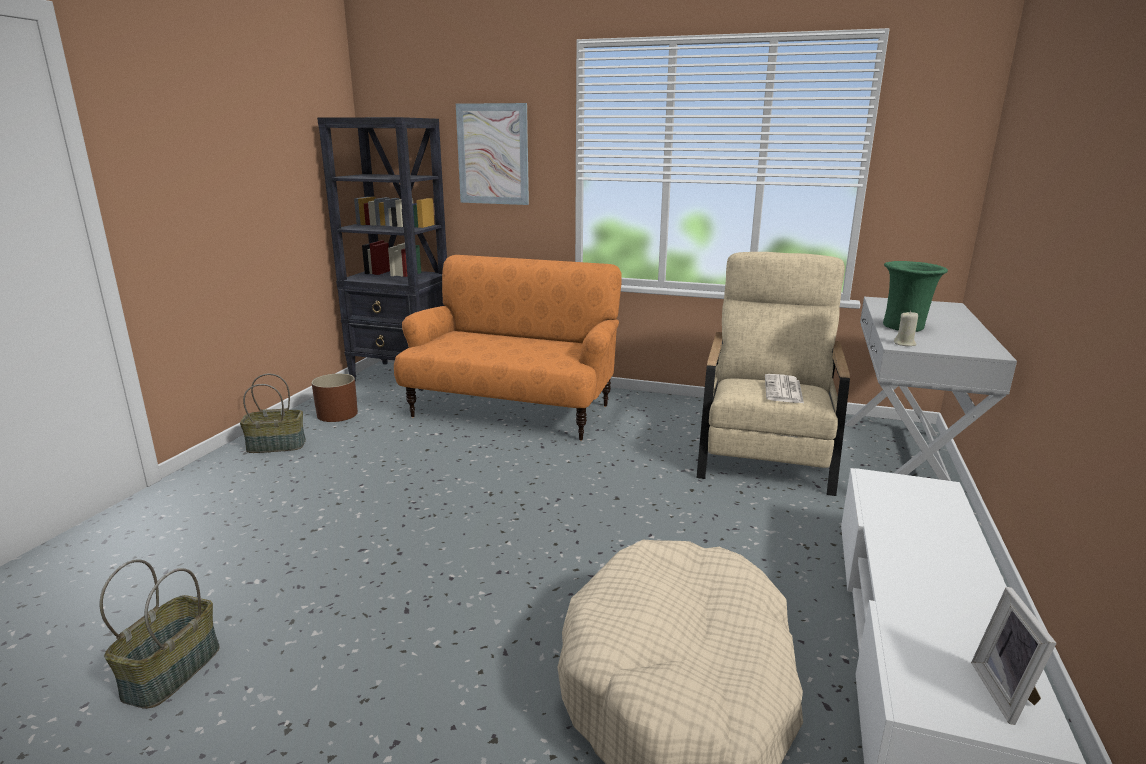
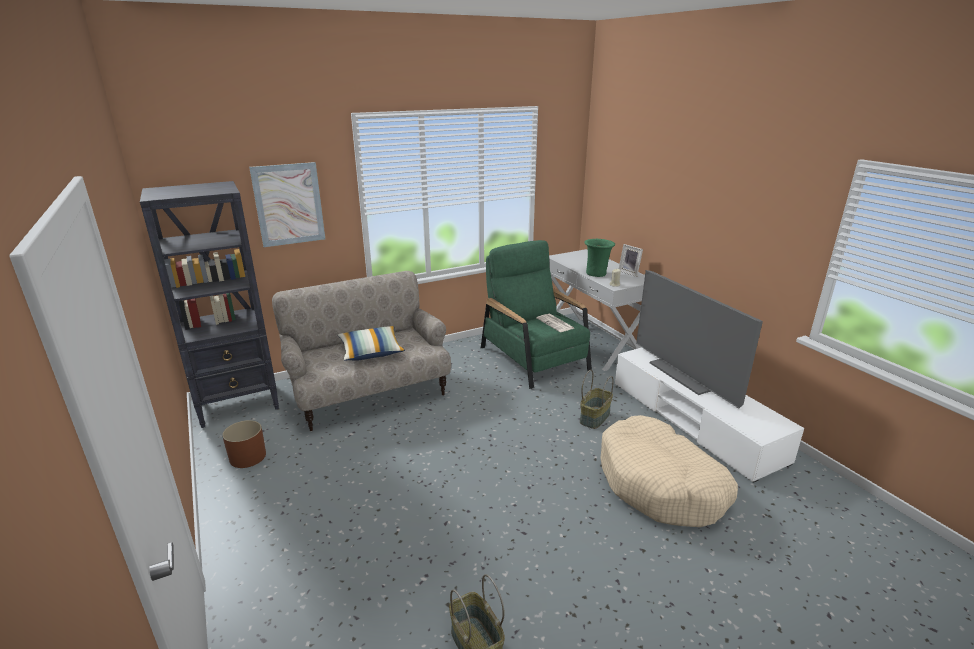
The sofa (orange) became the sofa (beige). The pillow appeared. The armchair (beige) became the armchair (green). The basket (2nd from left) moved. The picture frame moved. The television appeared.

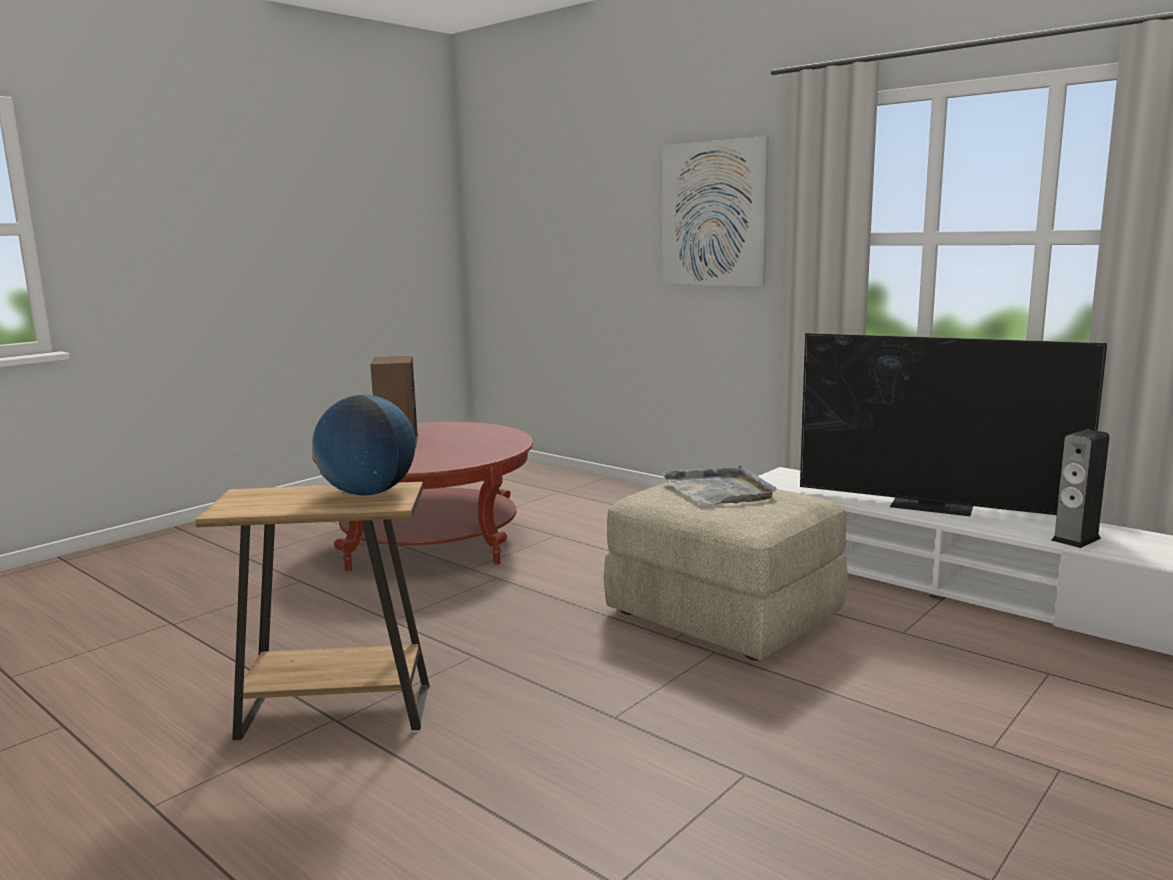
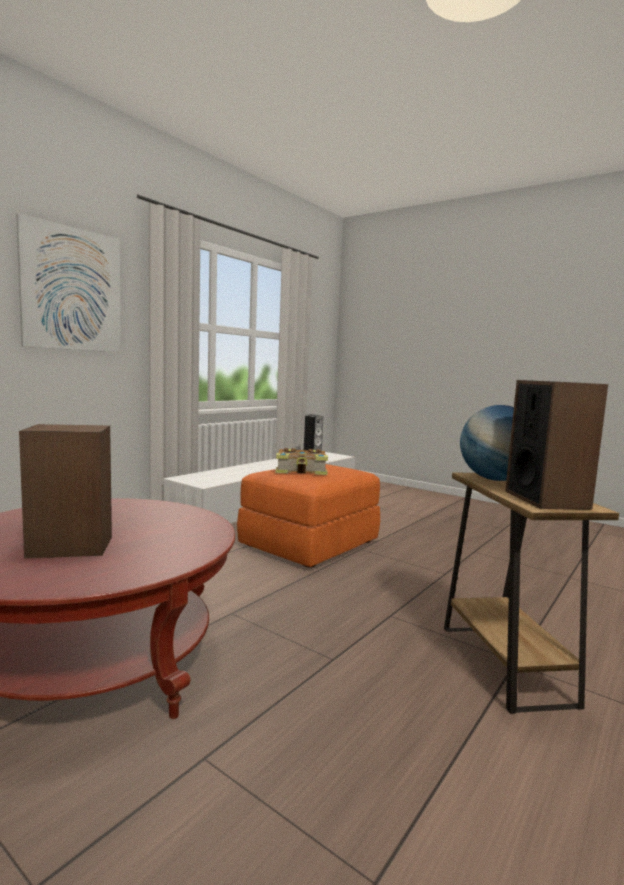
The ottoman (beige) became the ottoman (orange). The tray (grey) was replaced by the book. The speaker (3rd from left) appeared. The television disappeared.

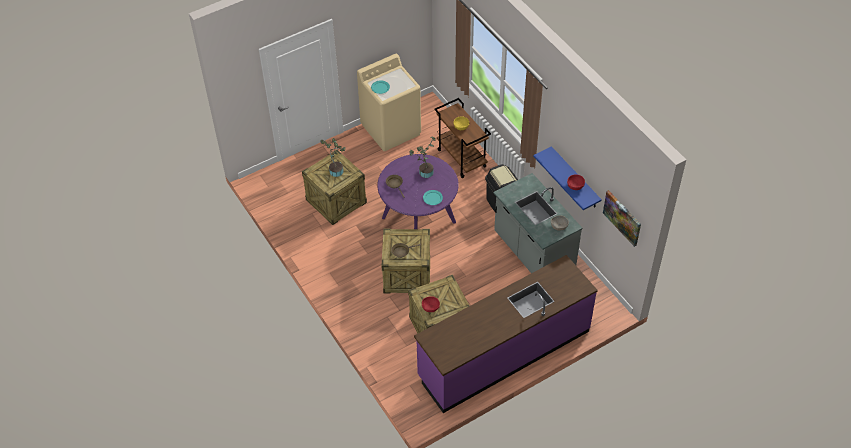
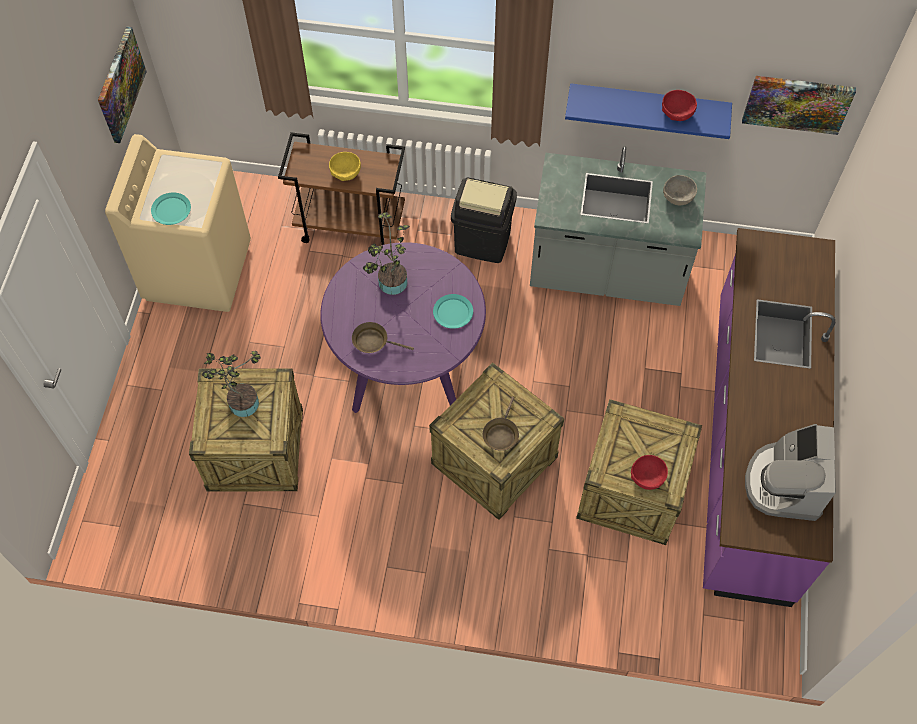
The picture (1st from left) appeared. The coffee machine appeared.

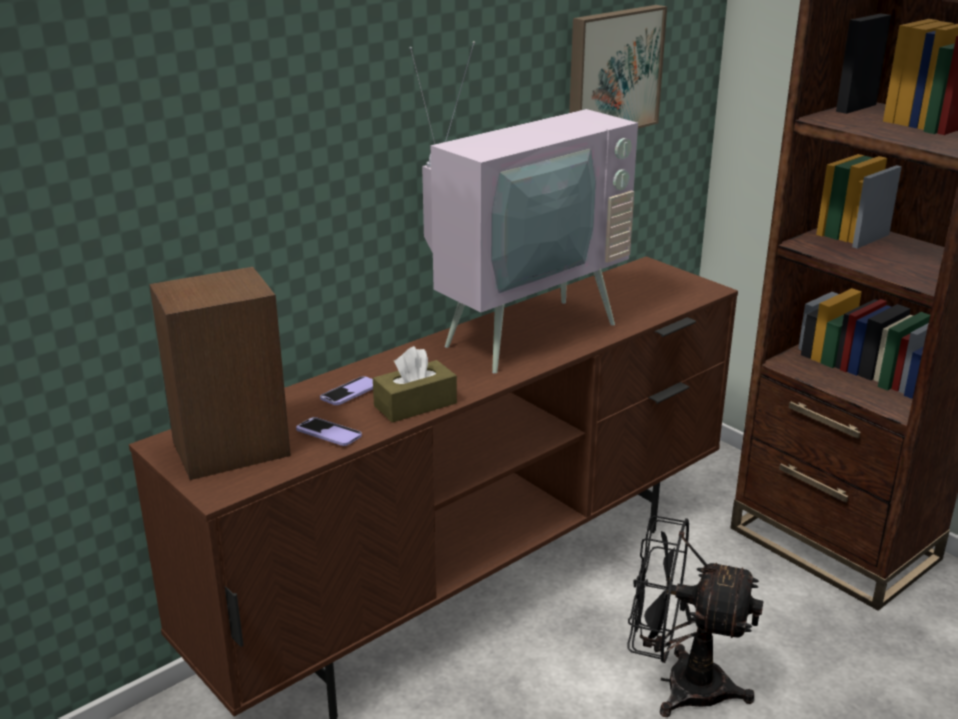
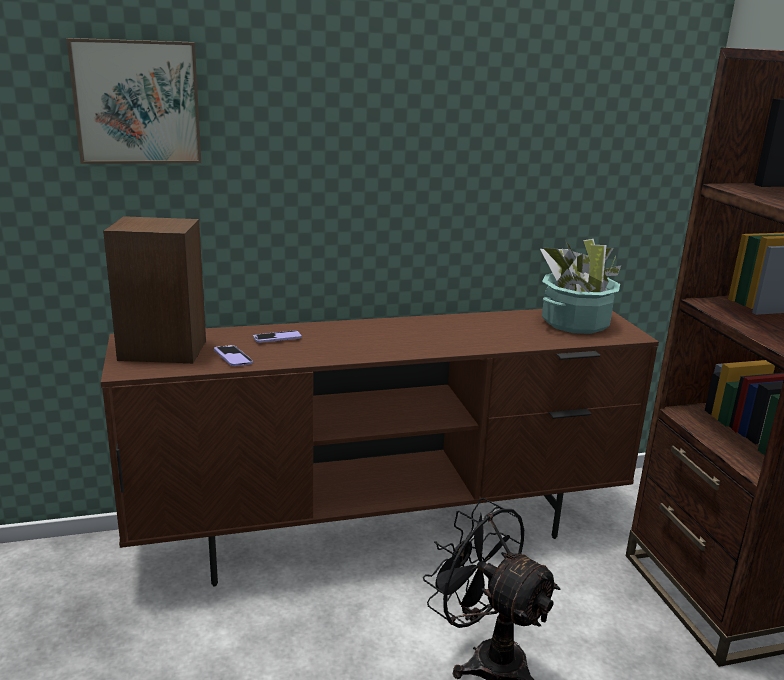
The picture moved. The potted plant appeared. The tissue box (brown) disappeared. The television disappeared.

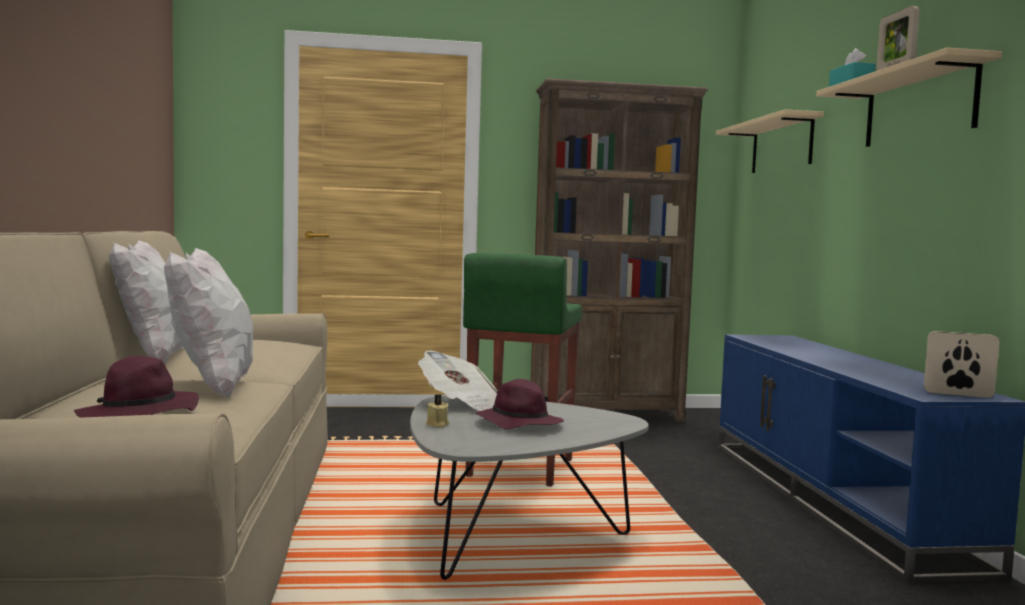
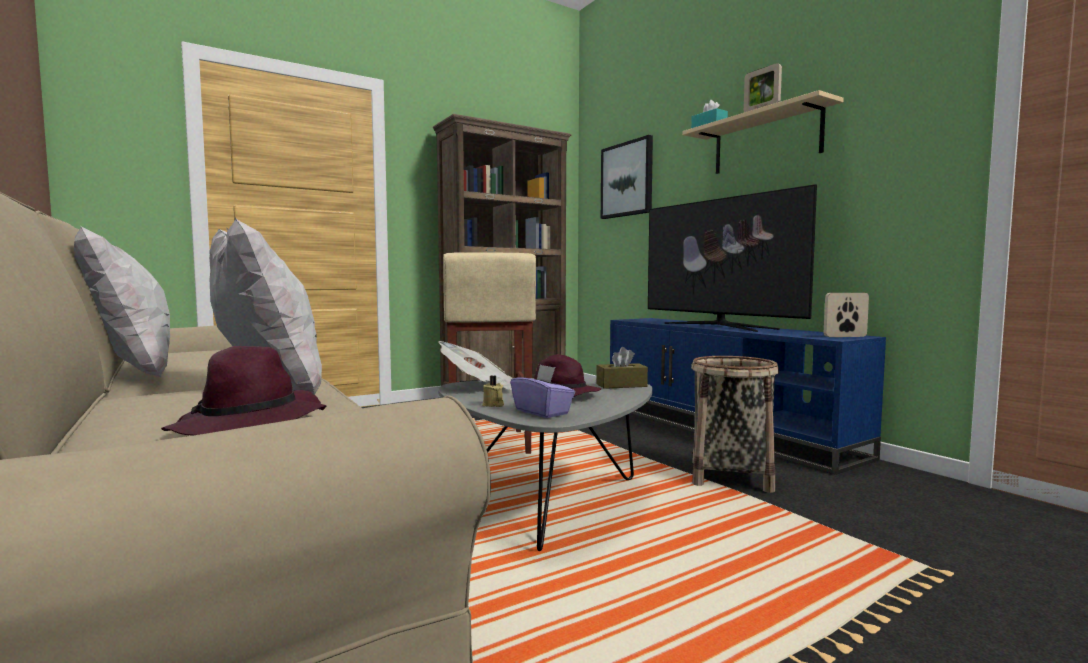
The stool (green) became the stool (beige). The tissue box (purple) appeared. The tissue box (brown) appeared. The shelf (beige) (1st from left) was replaced by the picture. The television appeared. The basket appeared.

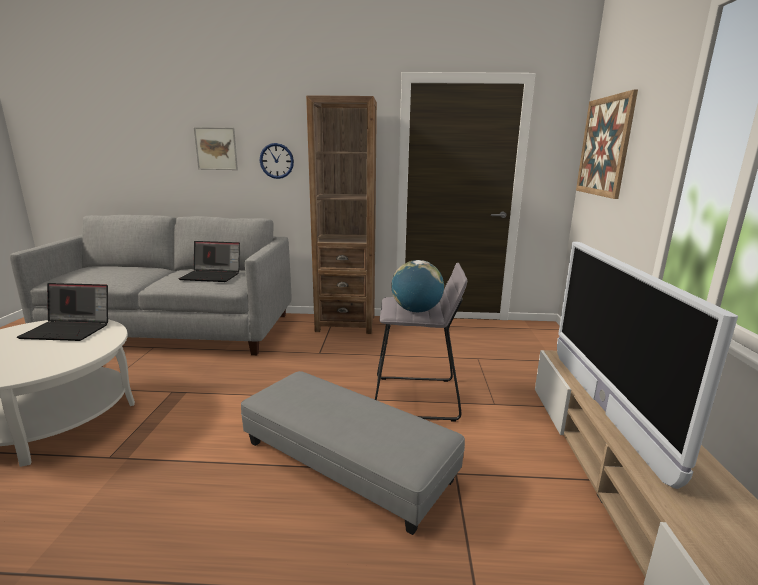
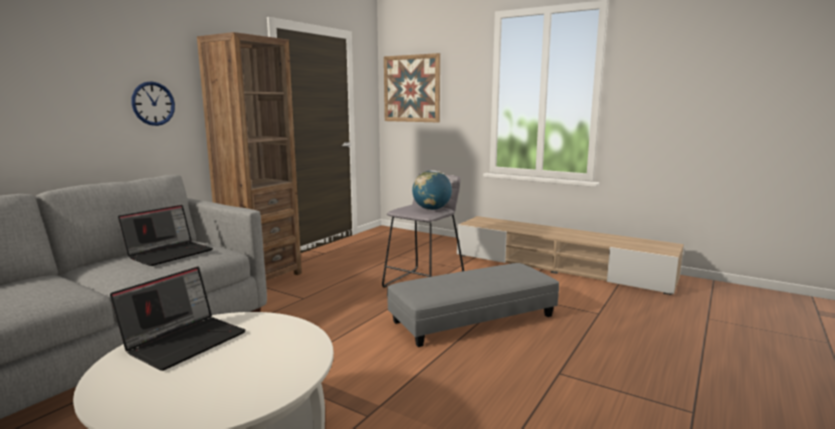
The picture (1st from left) disappeared. The television disappeared.

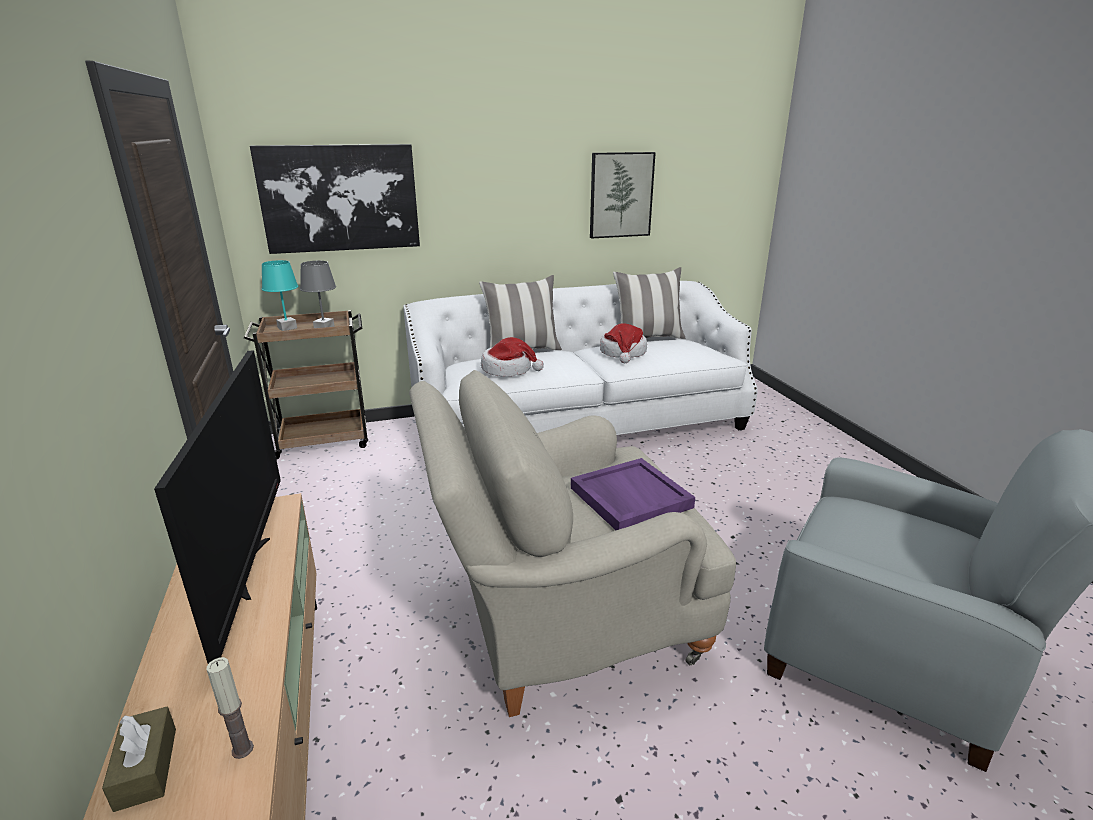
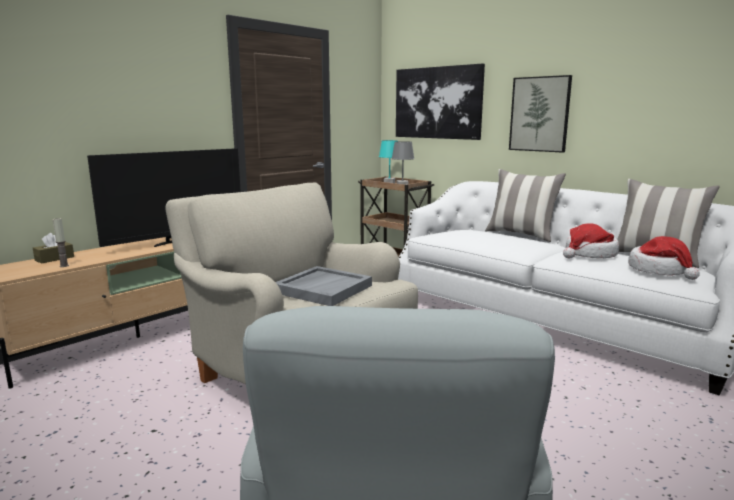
The tray (purple) became the tray (grey). The picture (2nd from left) moved. The hat (1st from left in the first image) moved.

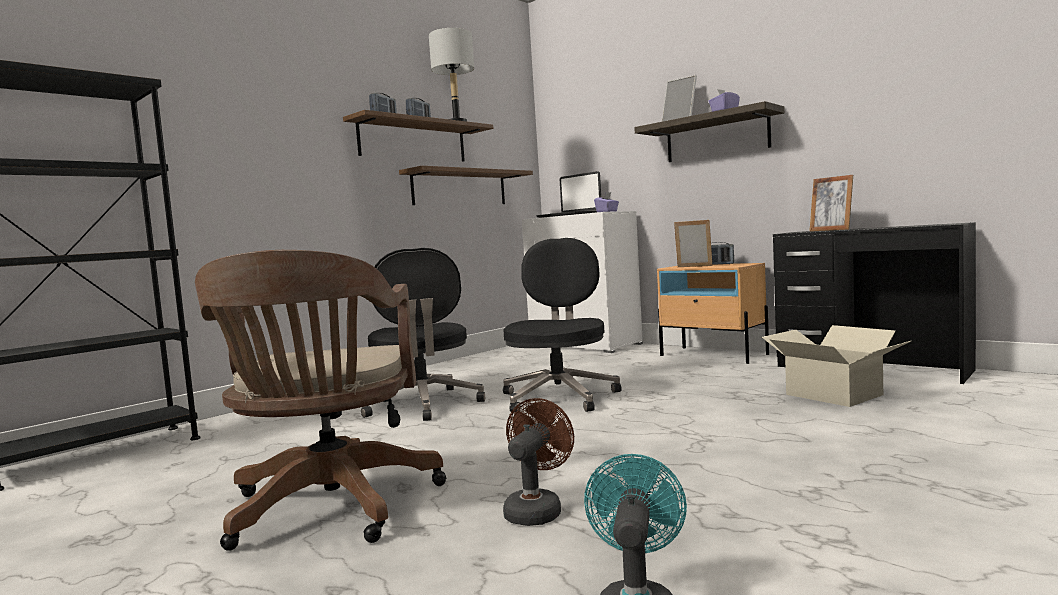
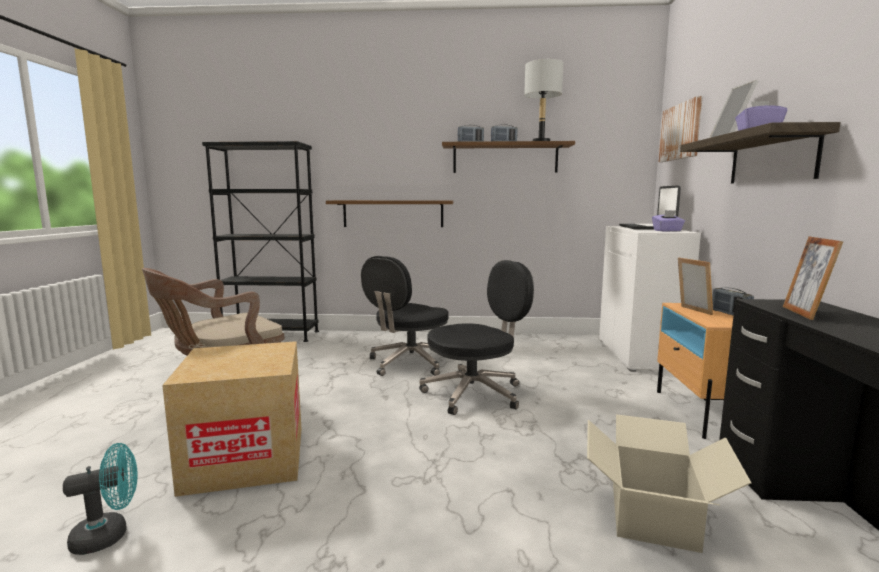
The fan (brown) was replaced by the cardboard box (1st from left). The shelf (2nd from left in the first image) moved. The picture appeared.

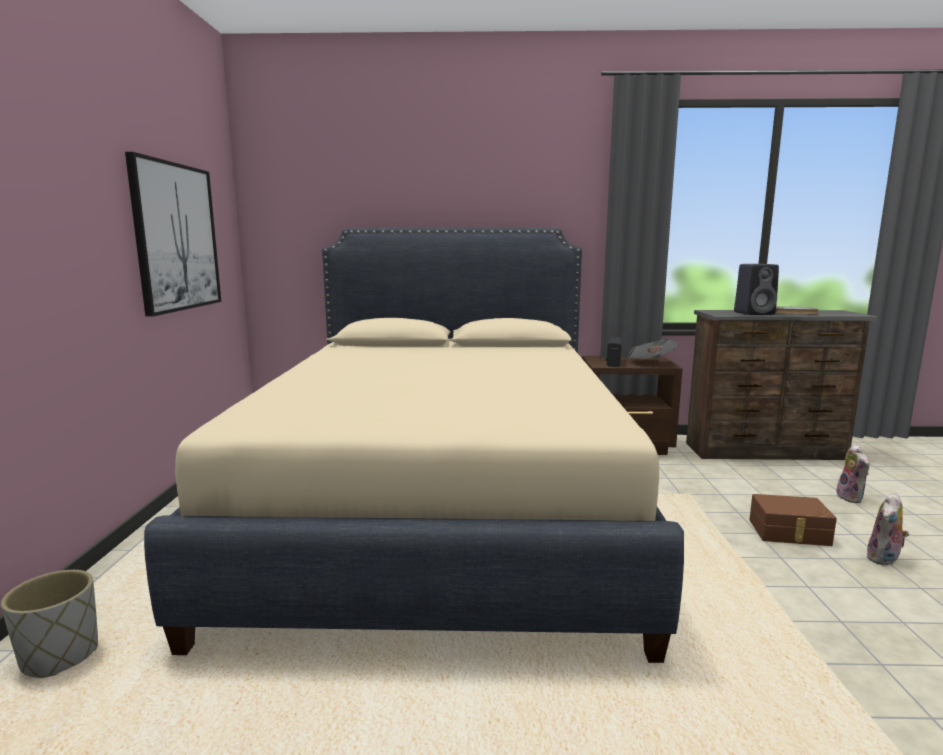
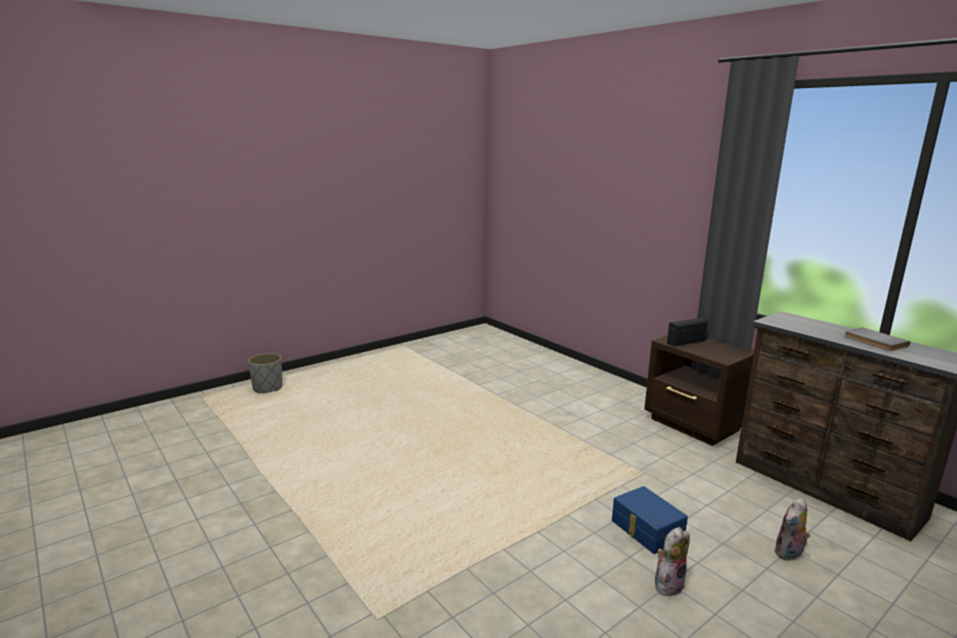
The storage box (brown) became the storage box (blue). The plush toy (2nd from left in the first image) turned 135 degrees clockwise. The picture disappeared. The bed (beige) disappeared. The newspaper disappeared. The speaker (black) disappeared.

